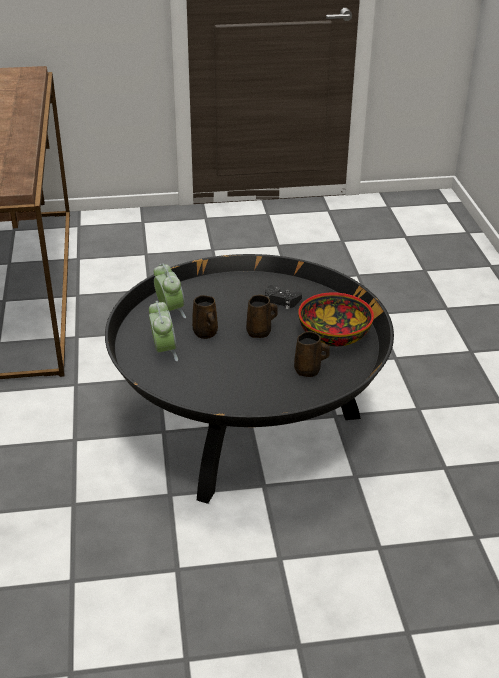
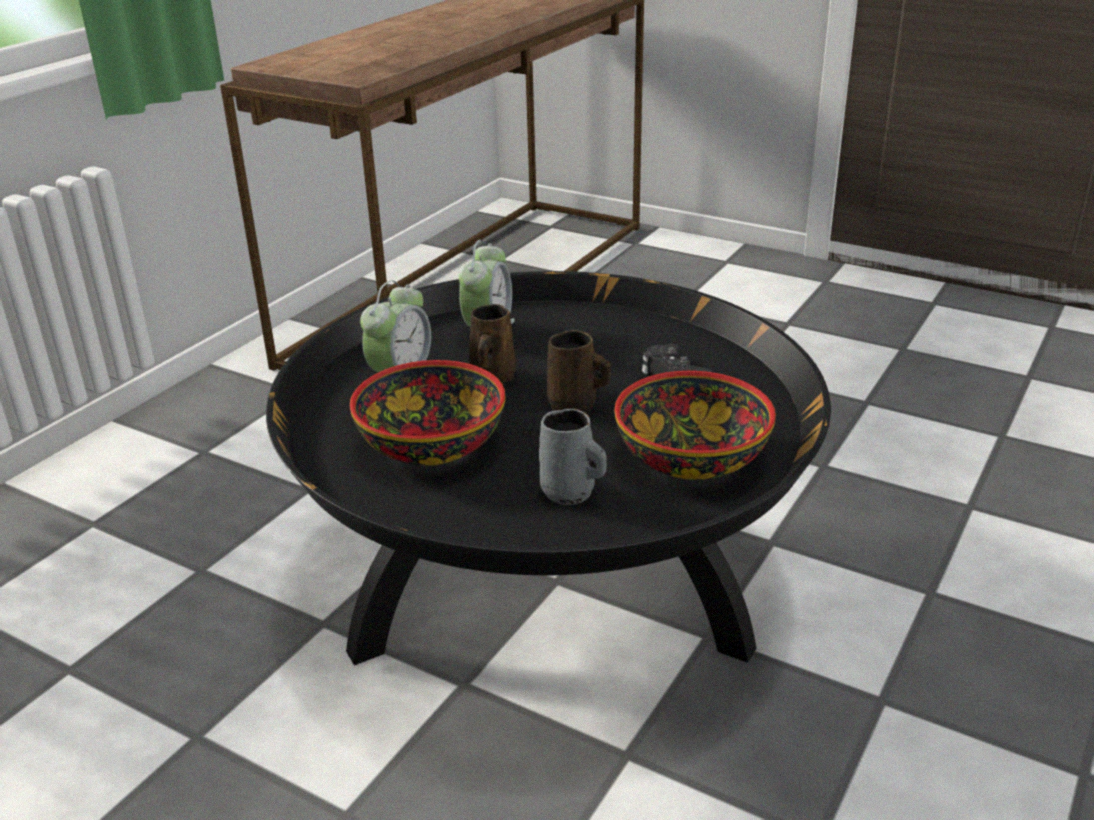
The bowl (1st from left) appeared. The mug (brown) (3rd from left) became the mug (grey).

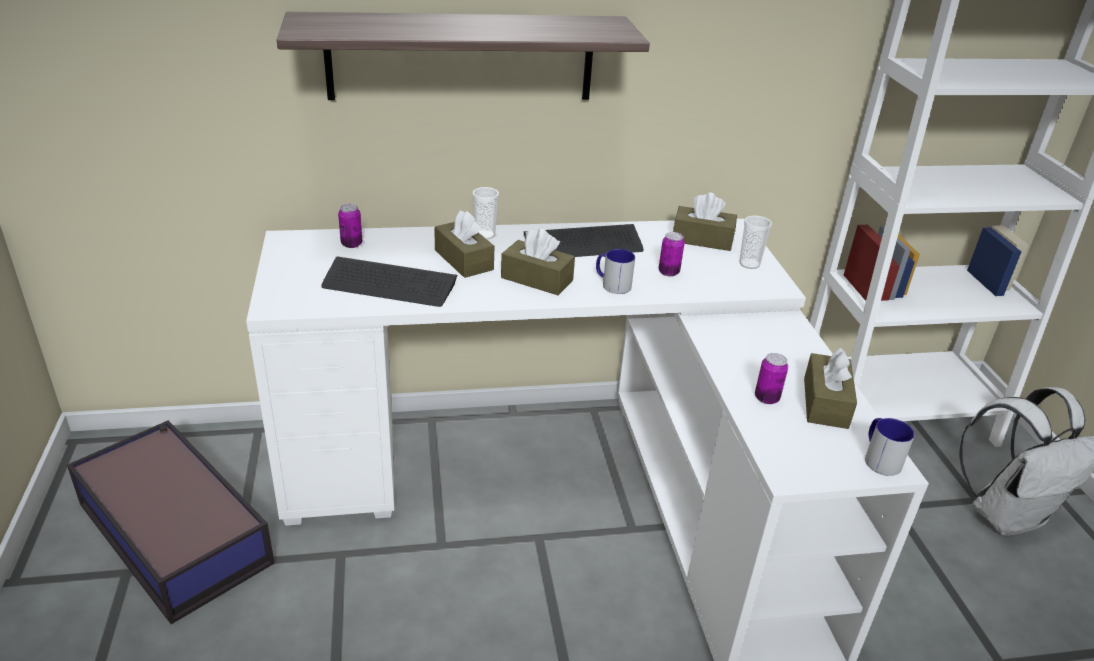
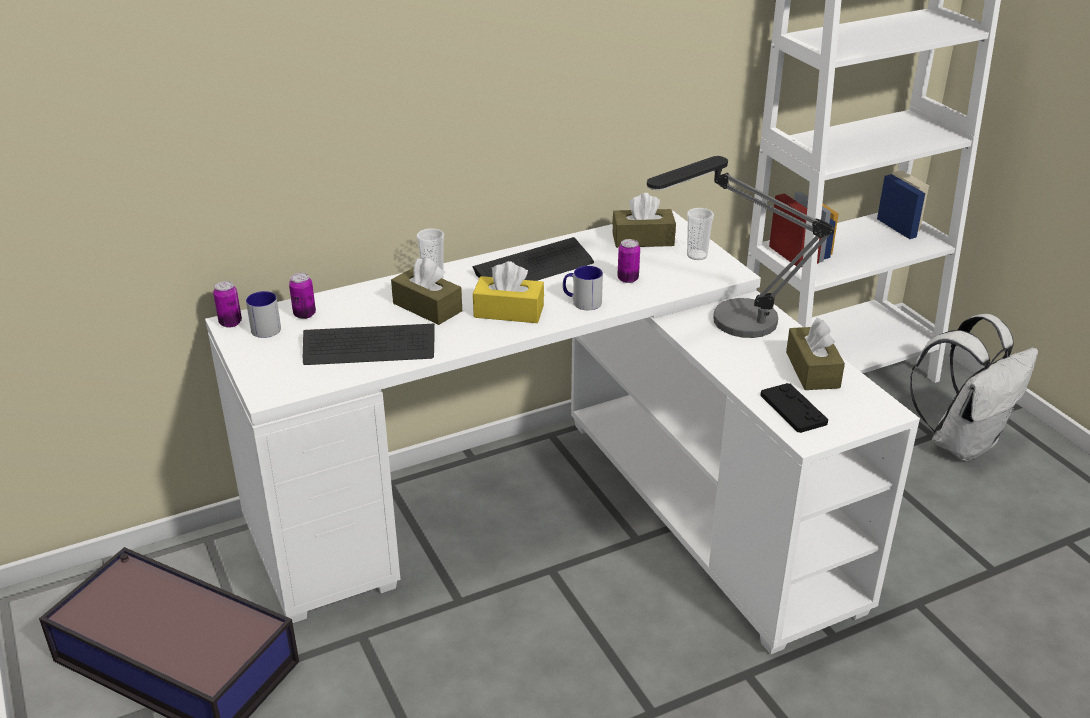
The can (3rd from left in the first image) moved. The mug (2nd from left in the first image) moved. The tissue box (brown) (2nd from left) became the tissue box (yellow). The table lamp appeared. The game controller (black) appeared. The shelf disappeared.

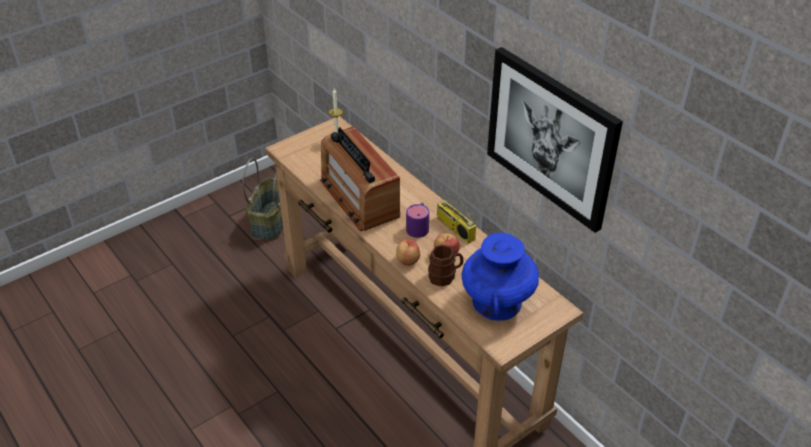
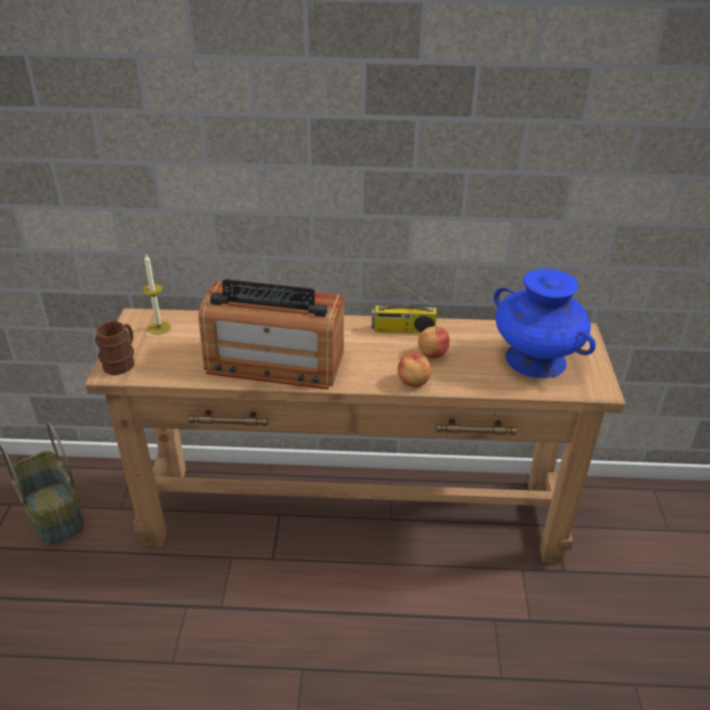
The mug (brown) moved. The mug (purple) disappeared. The picture disappeared.

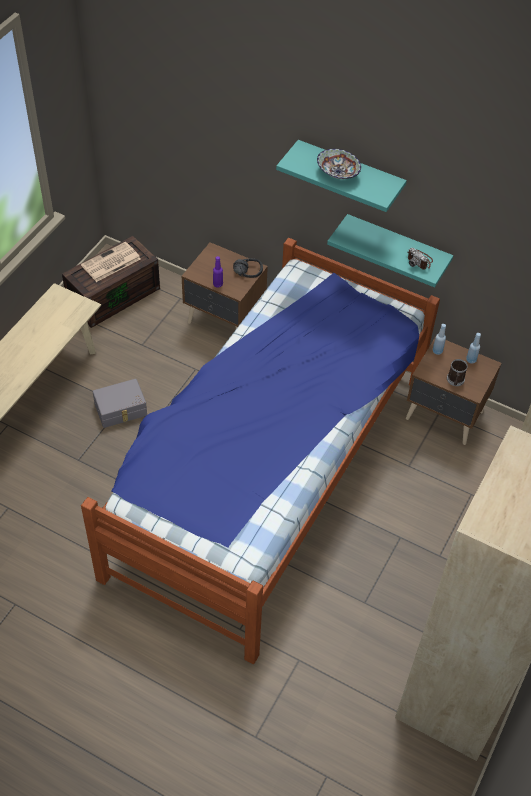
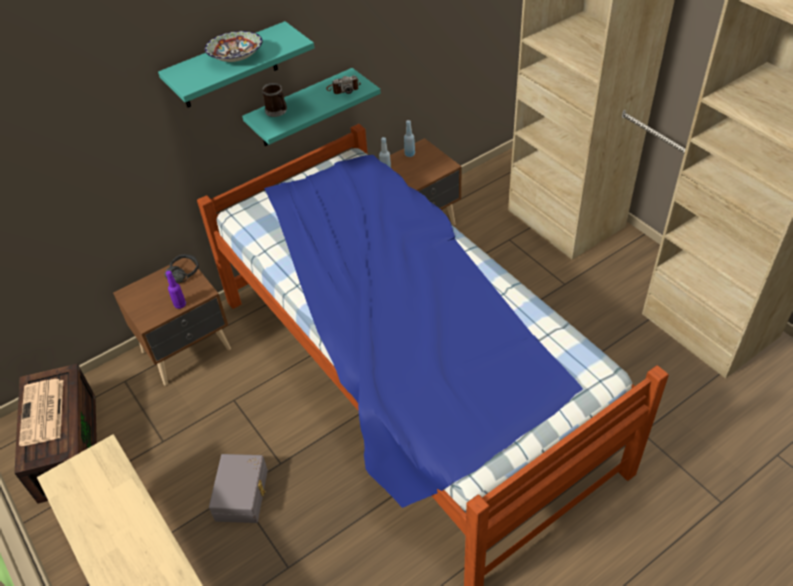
The mug moved.

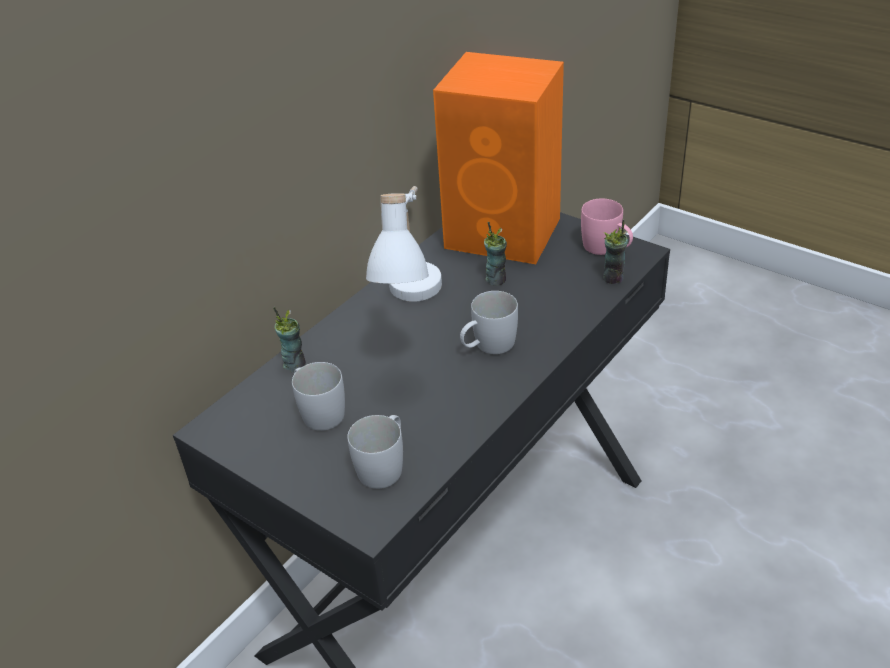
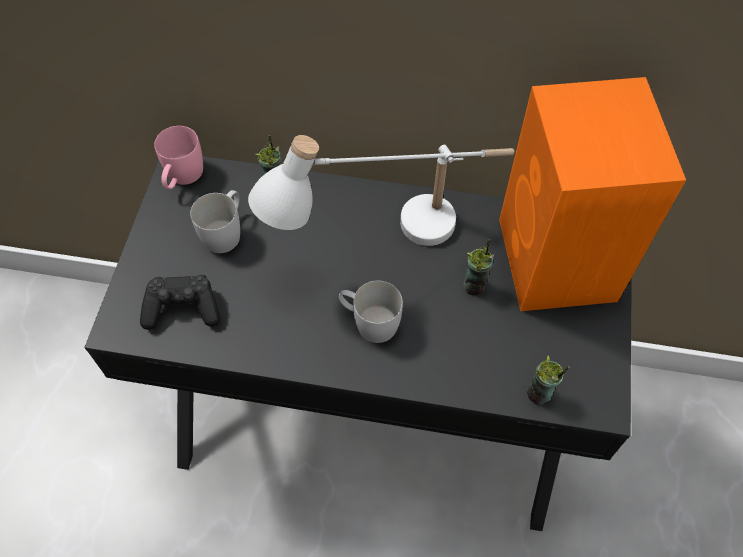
The mug (white) (2nd from left) was replaced by the game controller (black). The mug (pink) moved.

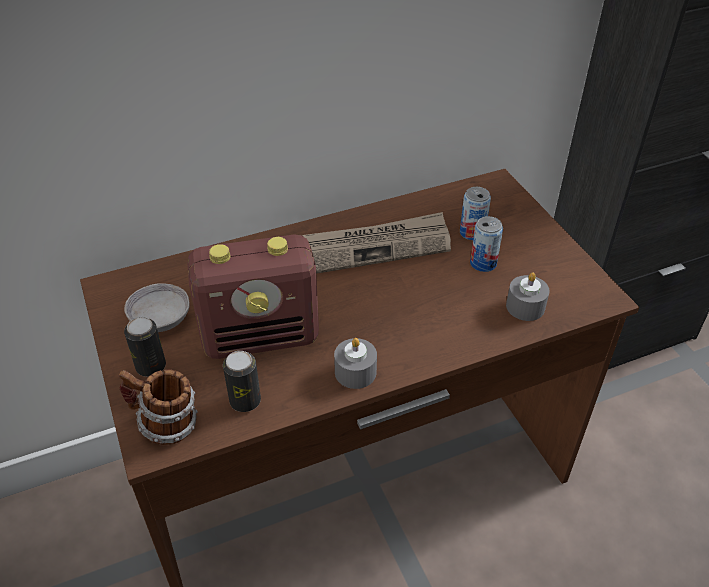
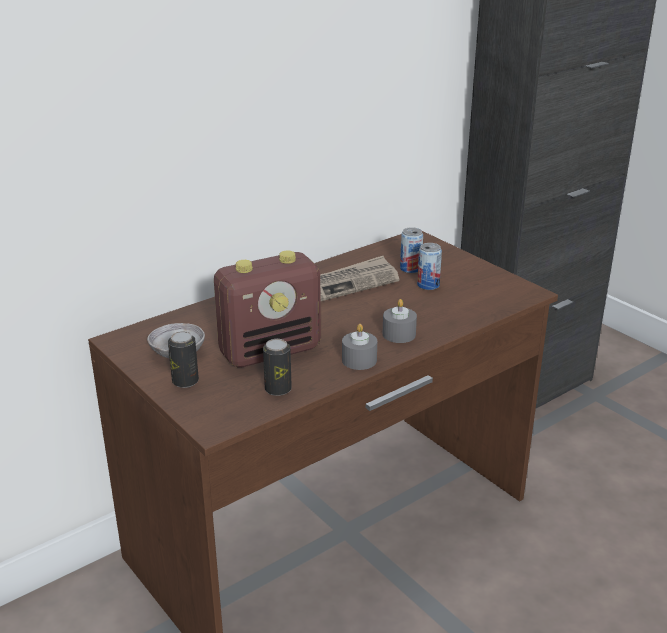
The candle (grey) (2nd from left) moved. The mug disappeared.

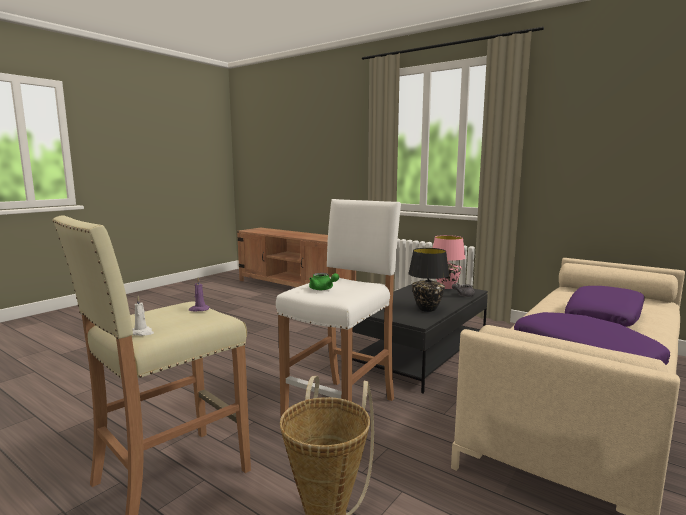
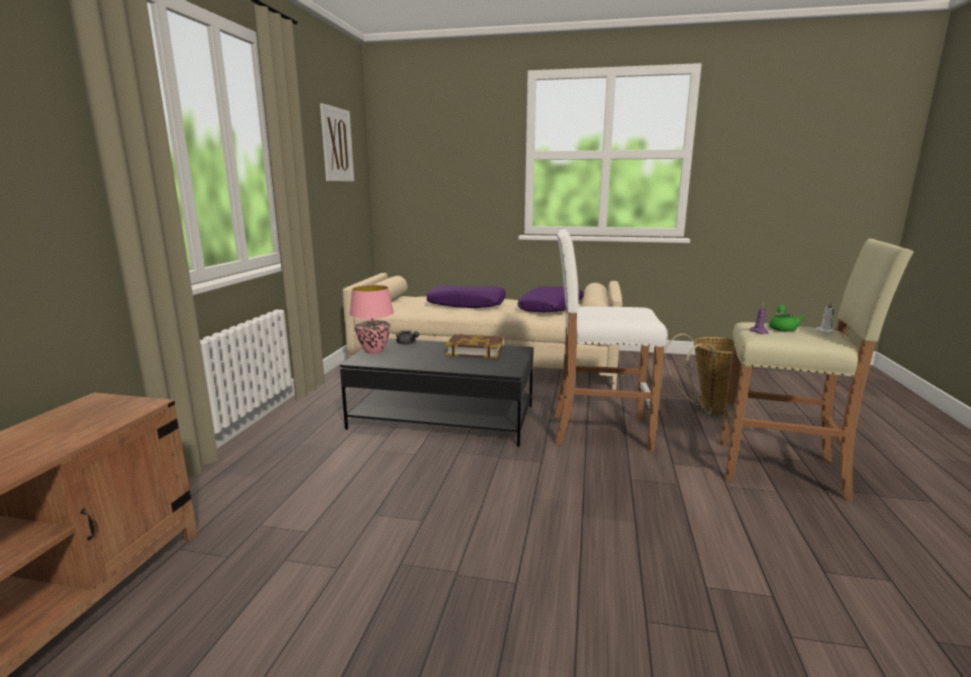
The picture appeared. The table lamp (black) was replaced by the book. The teapot (green) moved.

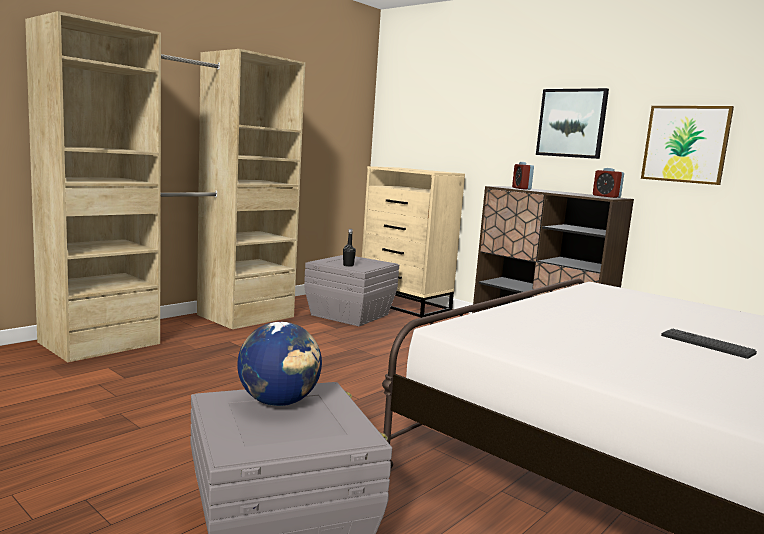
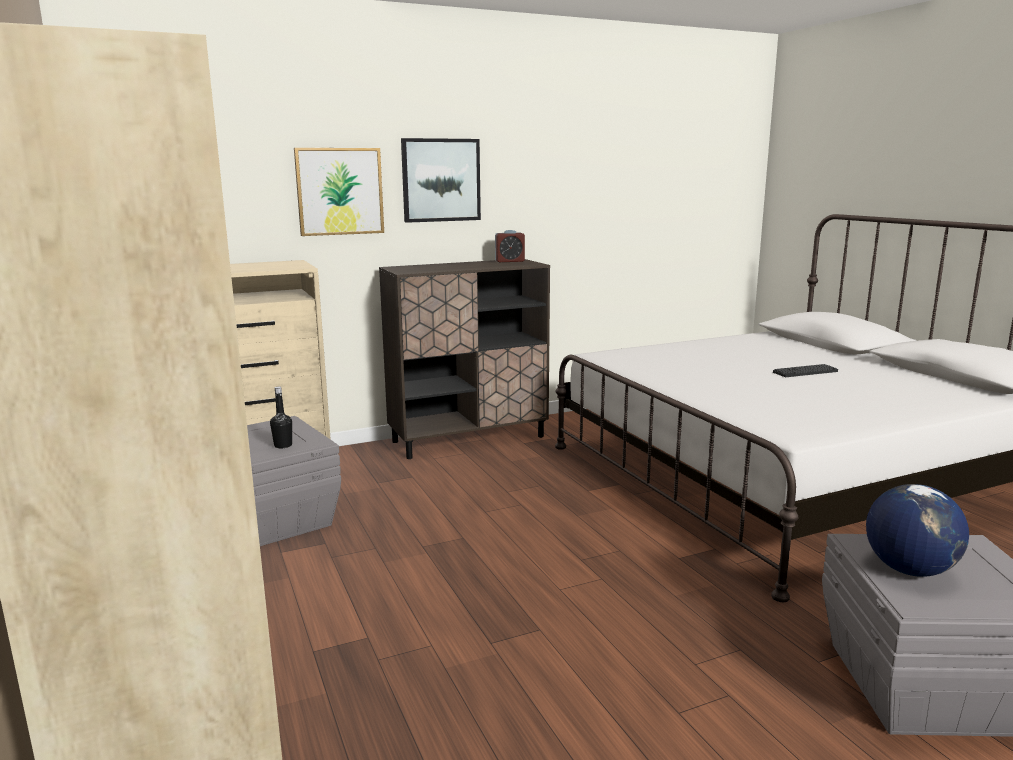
The picture (2nd from left in the first image) moved. The alarm clock (1st from left) disappeared.

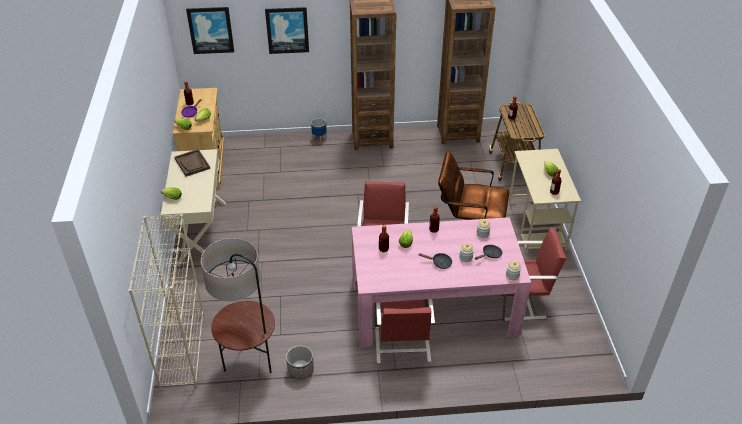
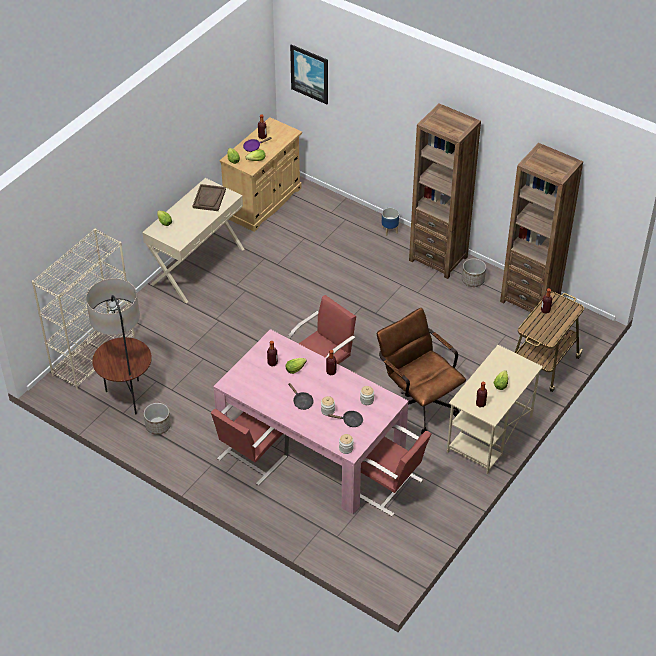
The planter (3rd from left) appeared. The picture (2nd from left) disappeared.

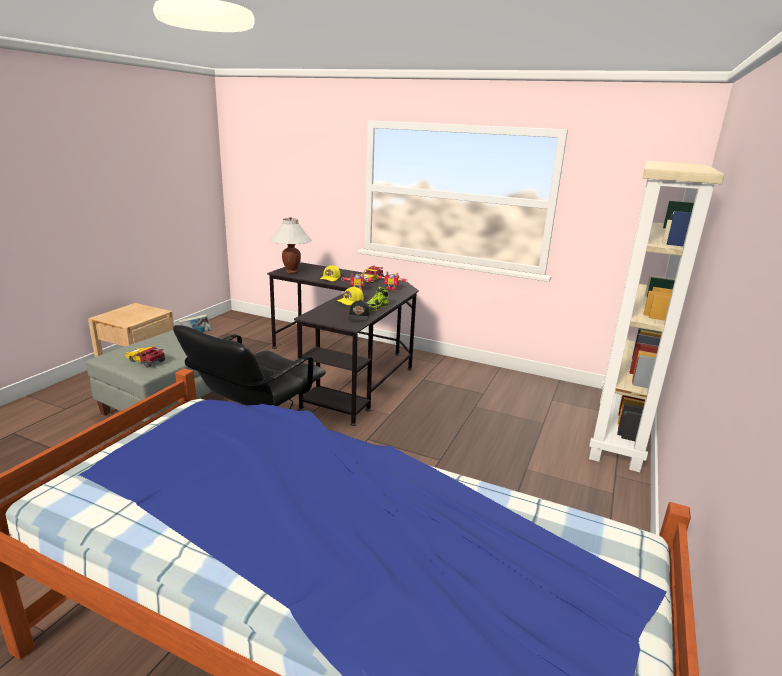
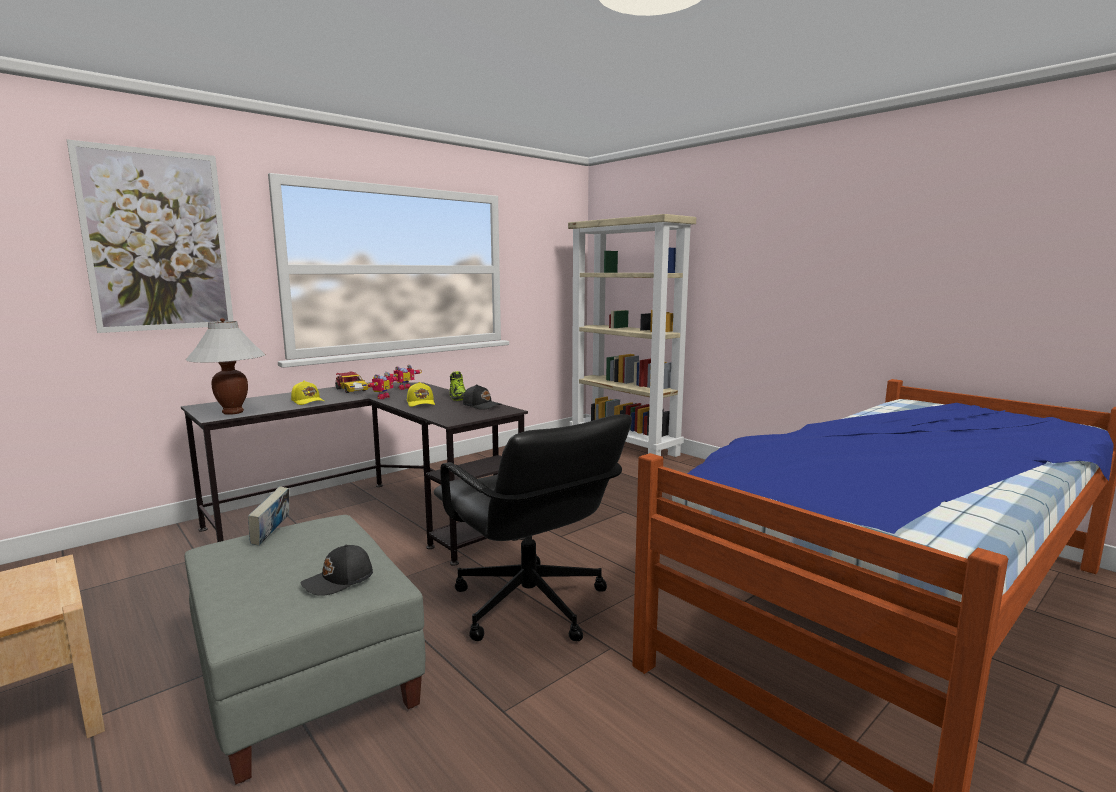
The picture appeared. The toy car (1st from left) was replaced by the cap (black) (1st from left).

